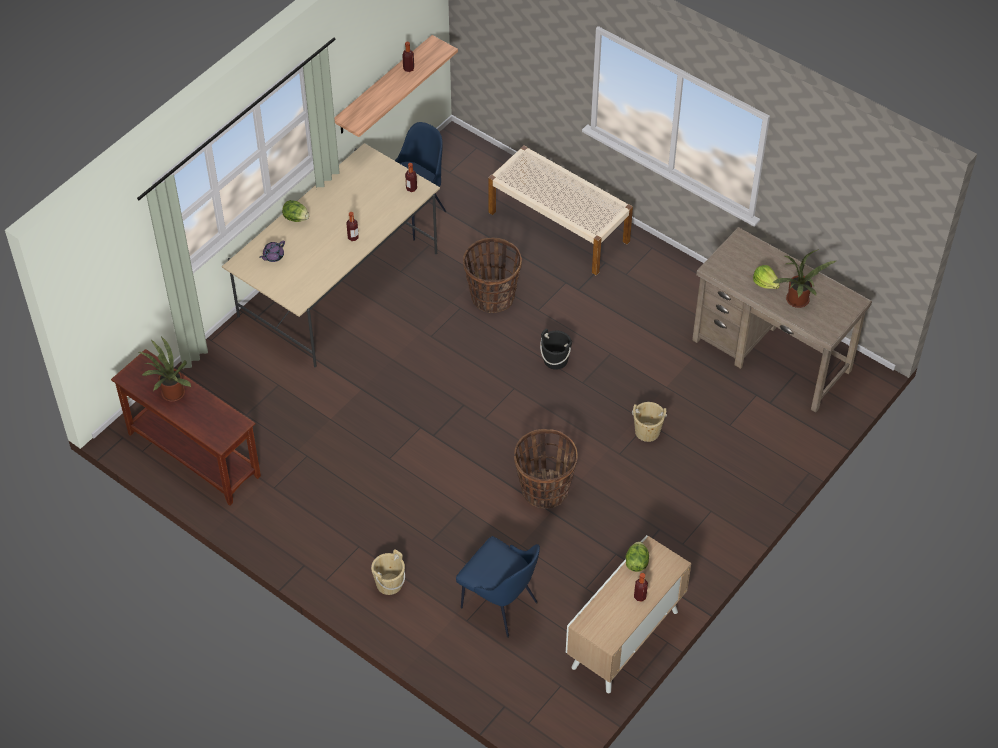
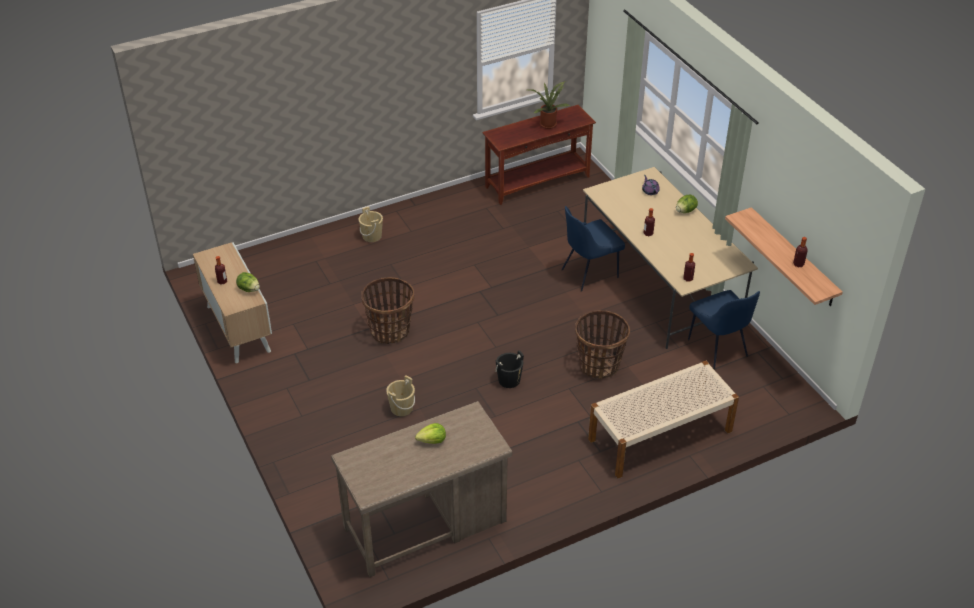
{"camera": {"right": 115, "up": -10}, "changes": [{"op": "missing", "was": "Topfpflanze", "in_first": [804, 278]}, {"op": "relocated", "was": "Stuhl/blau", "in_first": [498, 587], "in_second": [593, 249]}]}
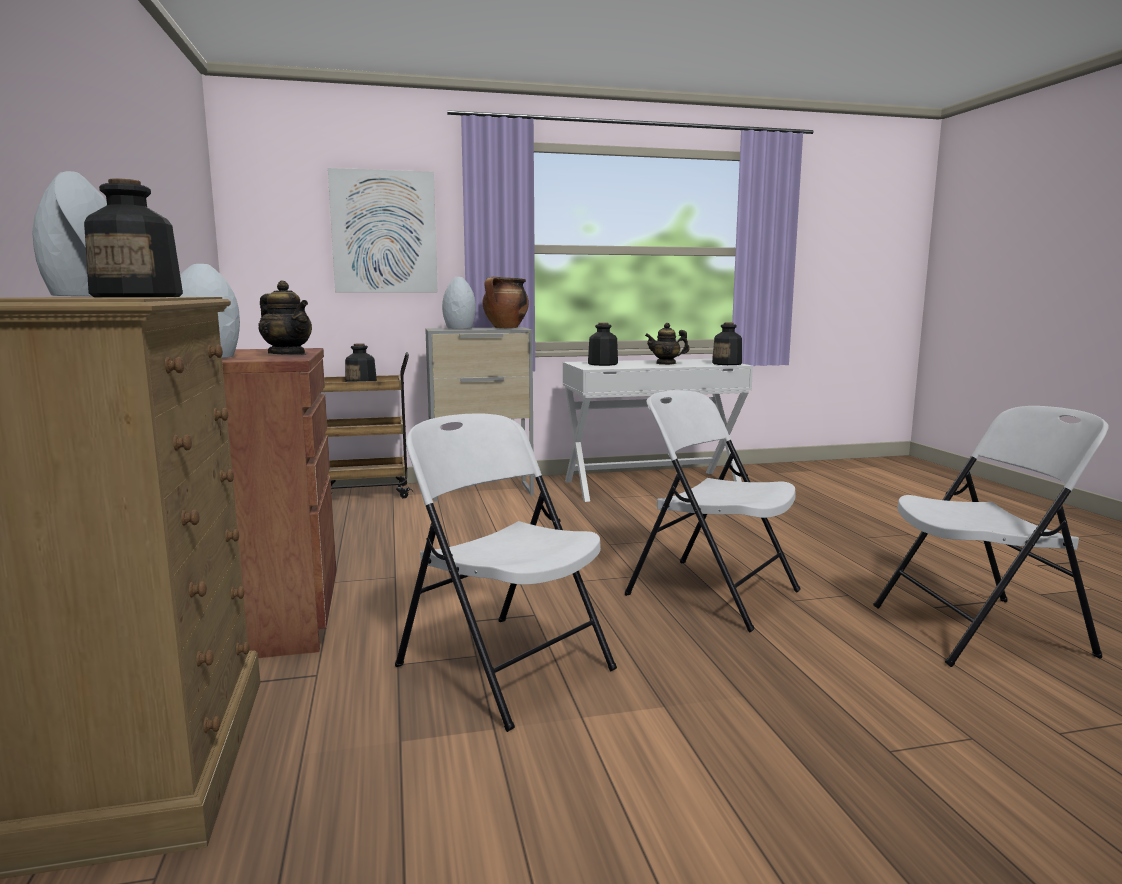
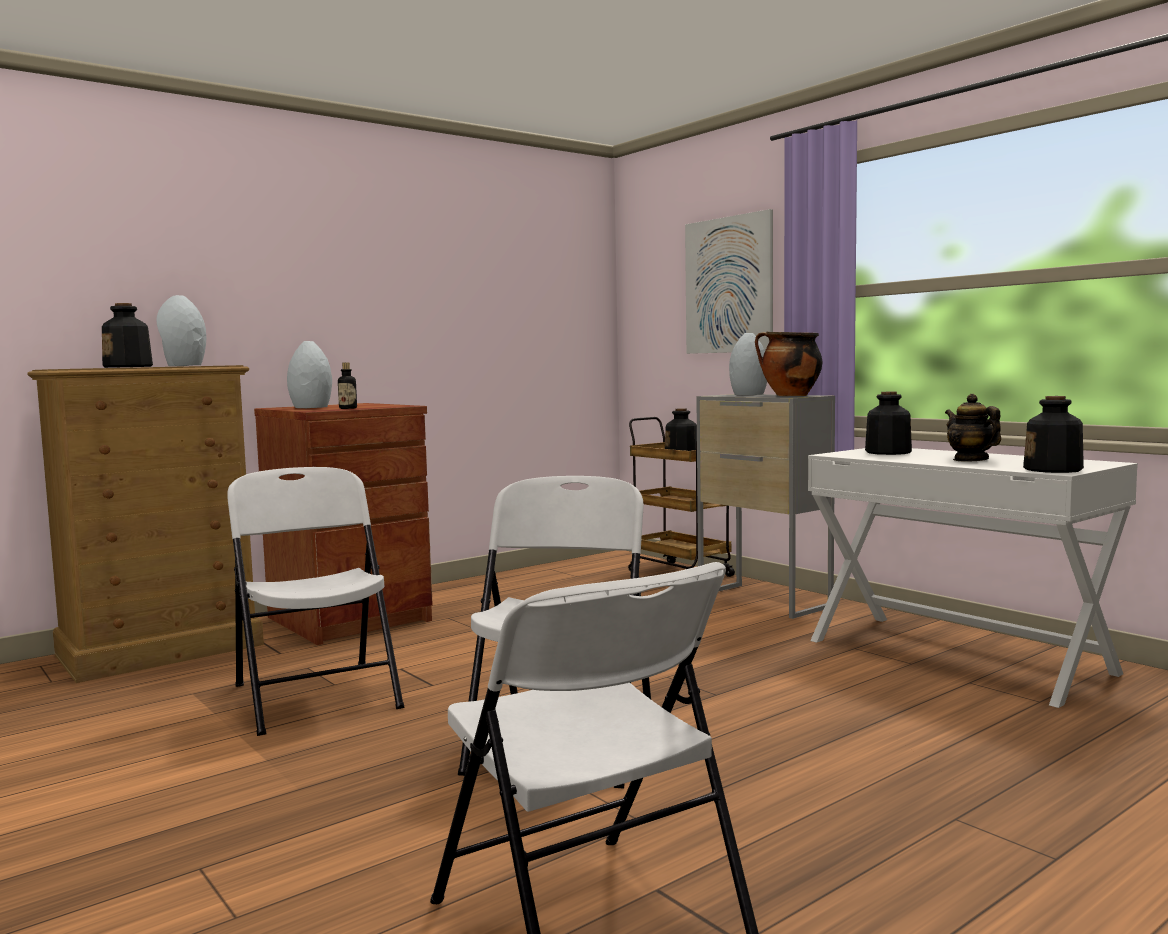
{"camera": {"right": 65, "up": -5}, "changes": [{"op": "exchanged", "was": "Teekanne", "now": "Flasche", "in_first": [285, 318], "in_second": [347, 385]}, {"op": "spun", "was": "Stuhl/weiß", "in_first": [506, 572], "in_second": [316, 601], "clockwise": -45}]}
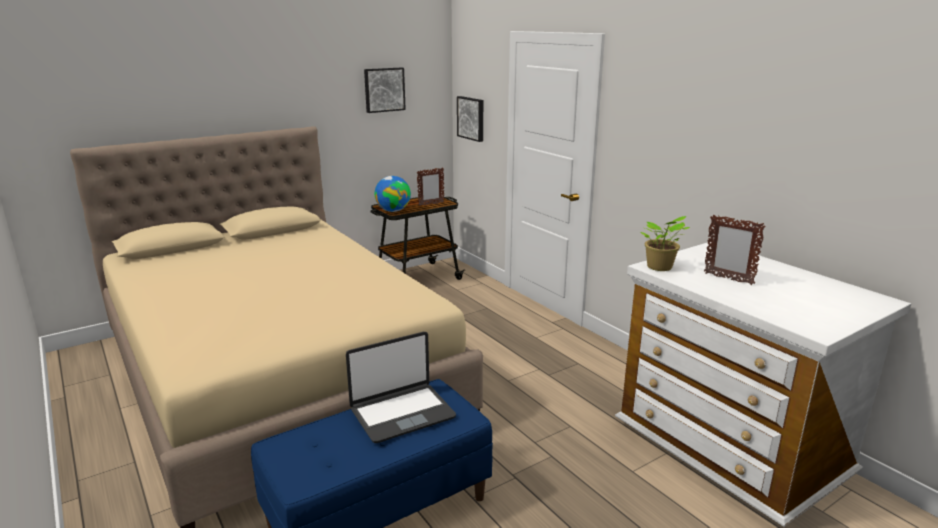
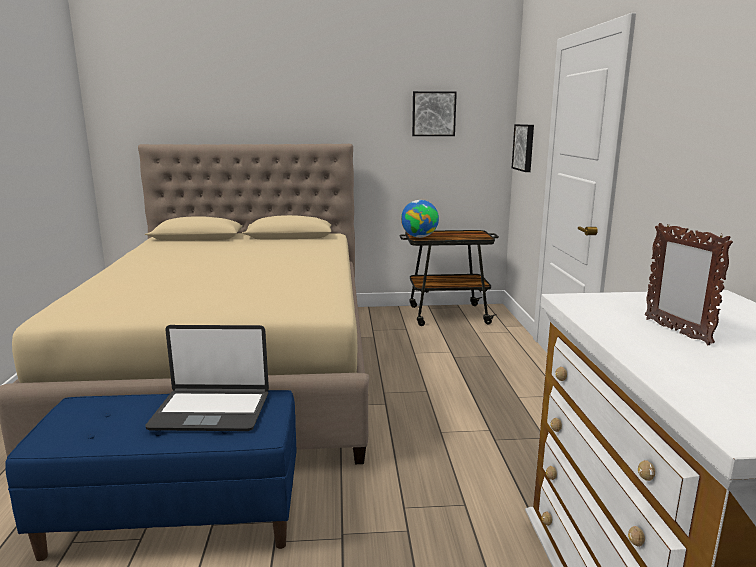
{"camera": {"right": 30, "up": -5}, "changes": [{"op": "missing", "was": "Bilderrahmen", "in_first": [430, 186]}, {"op": "missing", "was": "Topfpflanze", "in_first": [665, 243]}]}
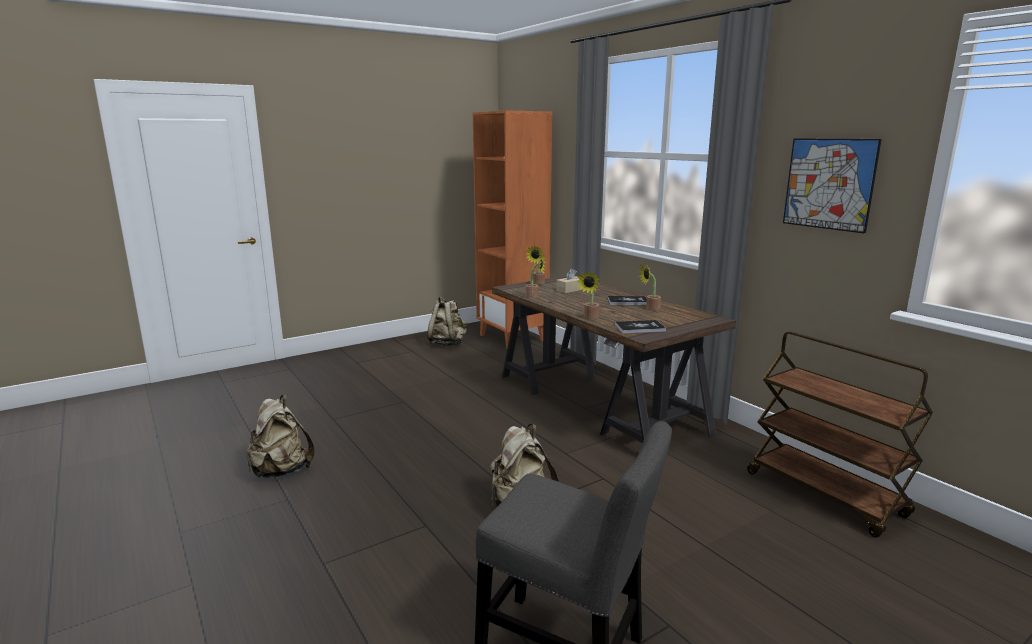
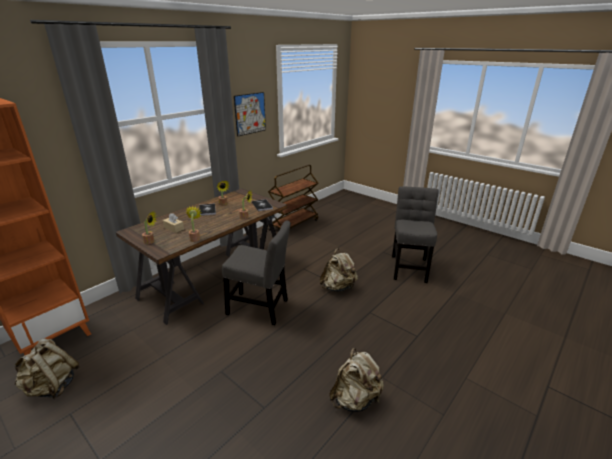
{"camera": {"right": -105, "up": 10}, "changes": [{"op": "appeared", "now": "Stuhl/grau", "in_second": [256, 272]}]}
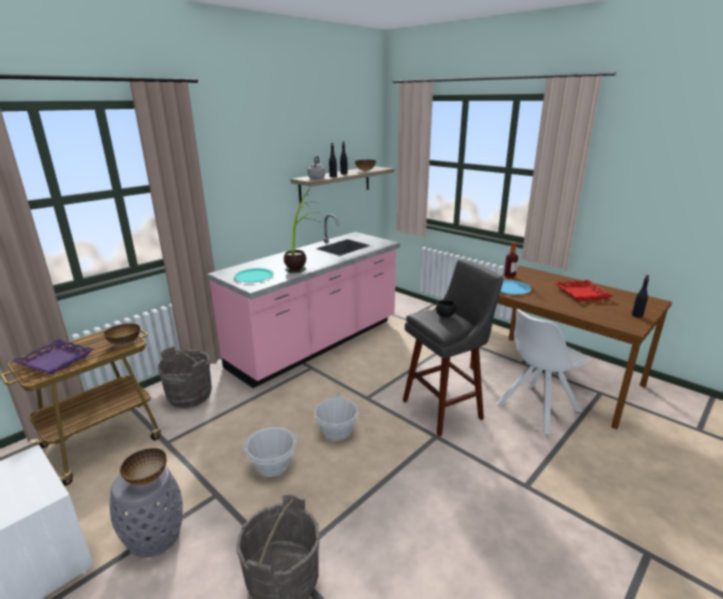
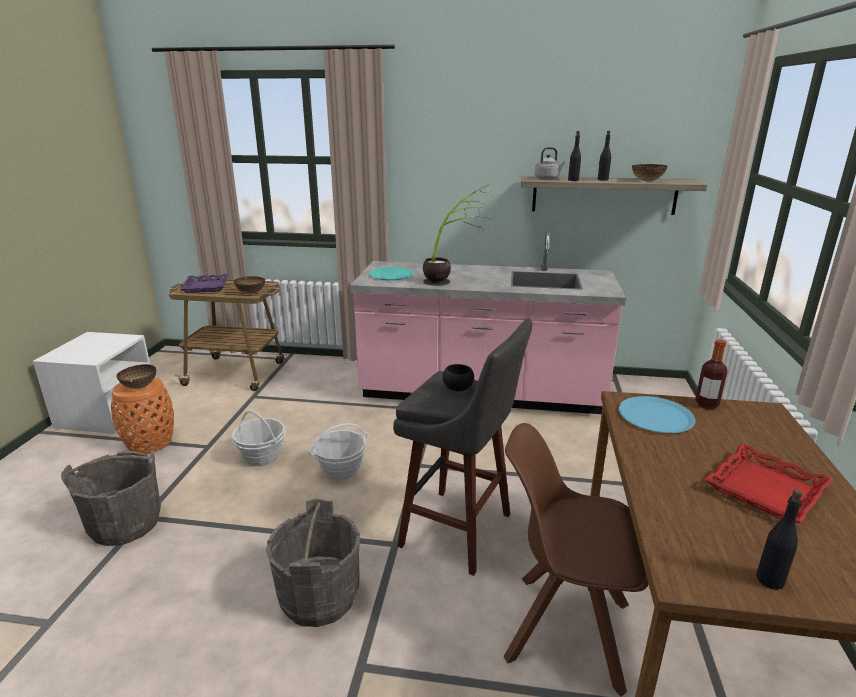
{"camera": {"right": 55, "up": 0}, "changes": [{"op": "colour", "was": "Stuhl/weiß", "now": "Stuhl/braun", "in_first": [543, 371], "in_second": [576, 560]}, {"op": "relocated", "was": "Eimer/grau", "in_first": [185, 377], "in_second": [313, 563]}, {"op": "colour", "was": "Hocker/grau", "now": "Hocker/orange", "in_first": [146, 512], "in_second": [142, 415]}]}
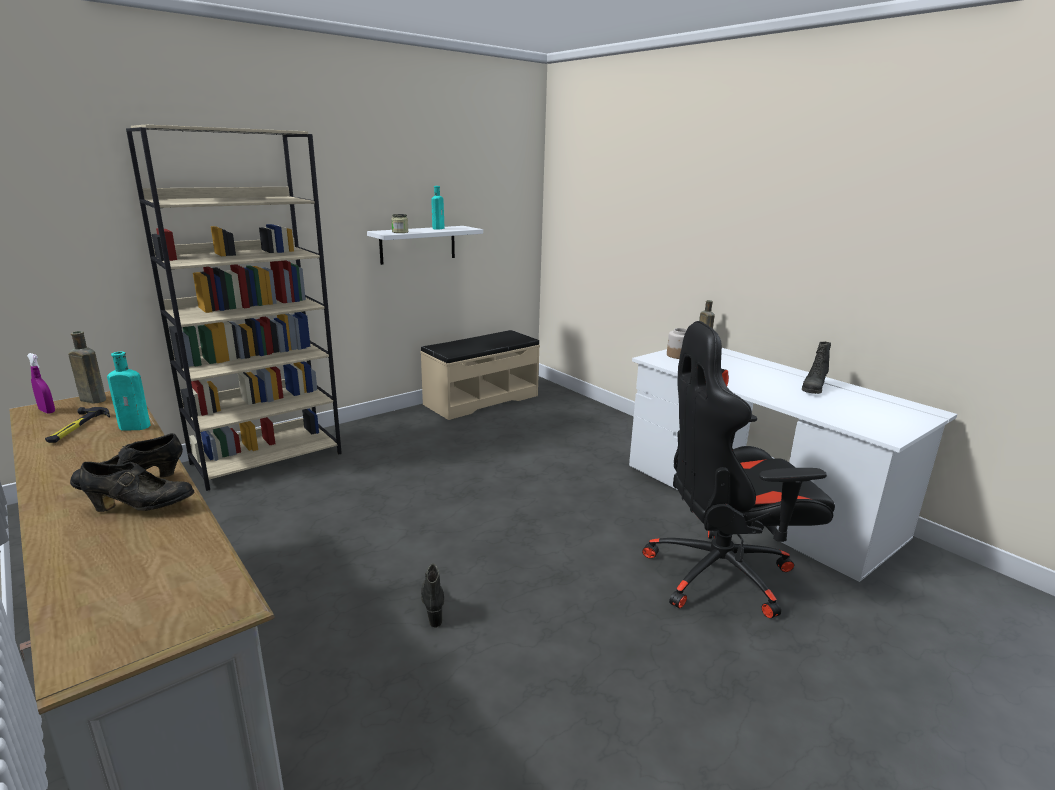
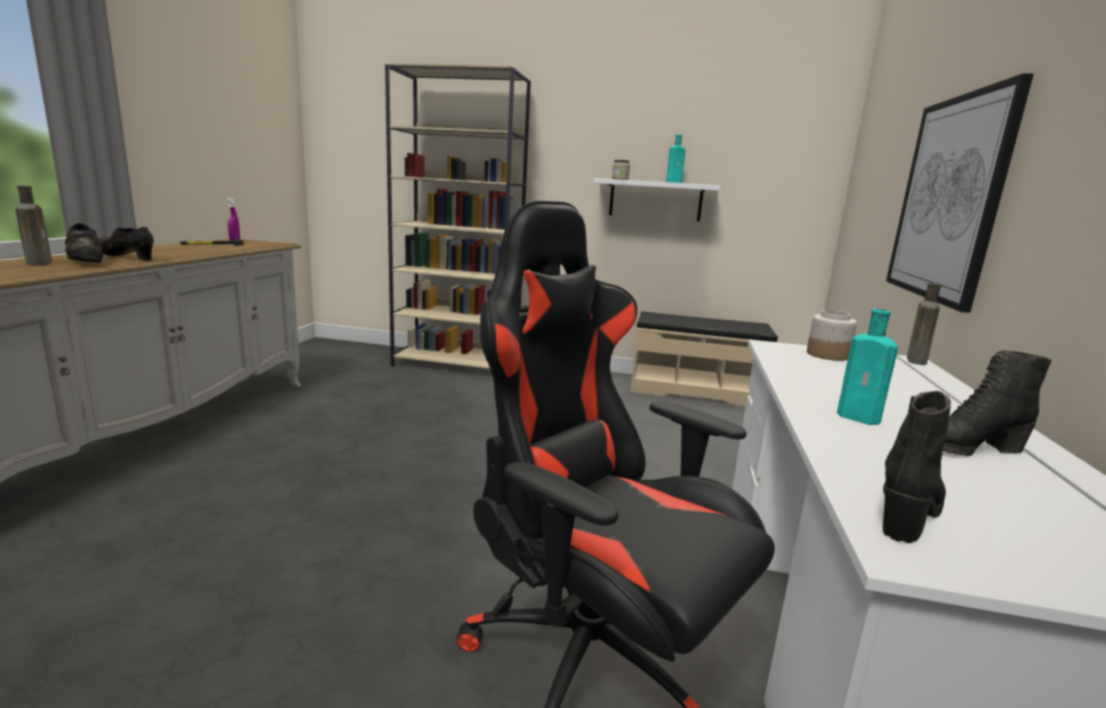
{"camera": {"right": 50, "up": -5}, "changes": [{"op": "relocated", "was": "Flasche/braun", "in_first": [87, 367], "in_second": [33, 225]}, {"op": "relocated", "was": "Flasche/türkis", "in_first": [129, 391], "in_second": [867, 367]}, {"op": "relocated", "was": "Stiefel/schwarz", "in_first": [432, 595], "in_second": [917, 467]}, {"op": "appeared", "now": "Bild", "in_second": [960, 193]}]}
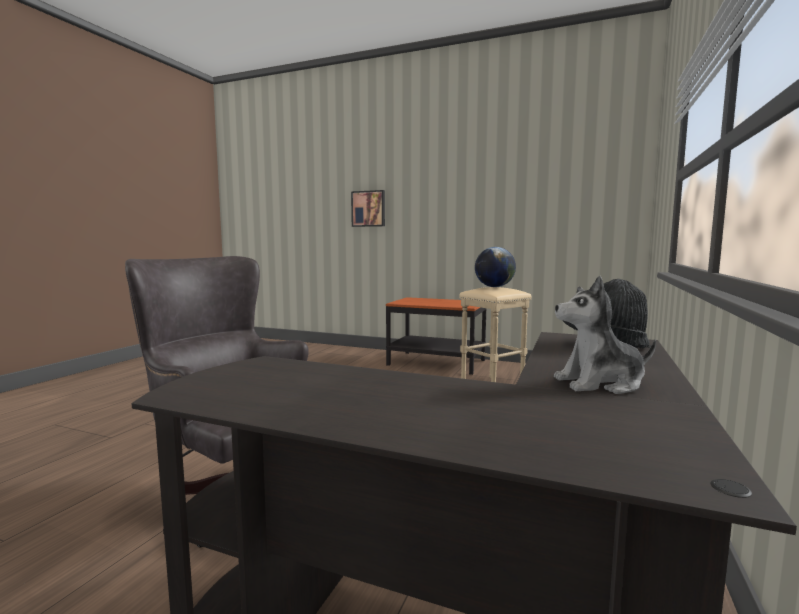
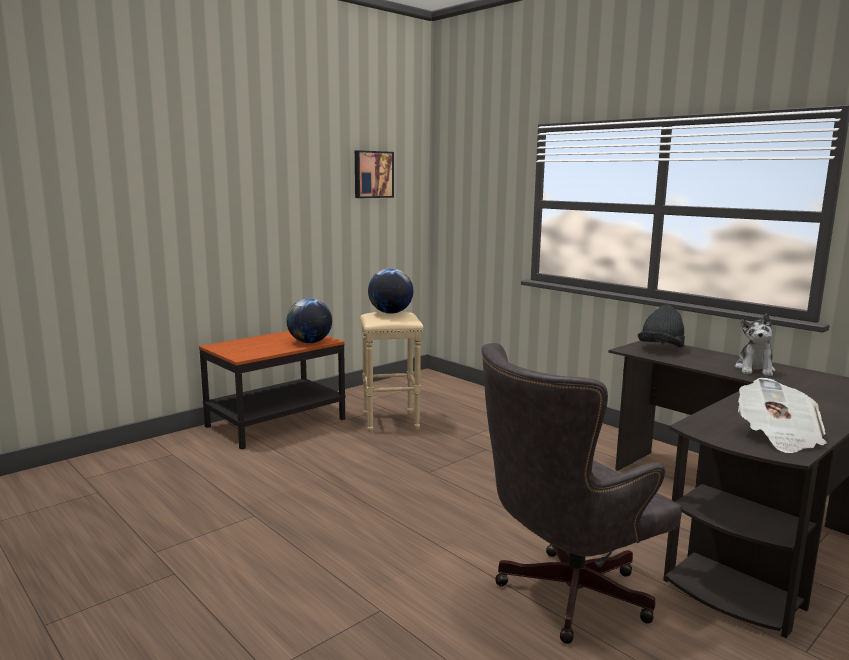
{"camera": {"right": -65, "up": 5}, "changes": [{"op": "relocated", "was": "Bild", "in_first": [368, 208], "in_second": [374, 174]}, {"op": "appeared", "now": "Globus", "in_second": [309, 320]}, {"op": "appeared", "now": "Zeitung", "in_second": [782, 415]}]}
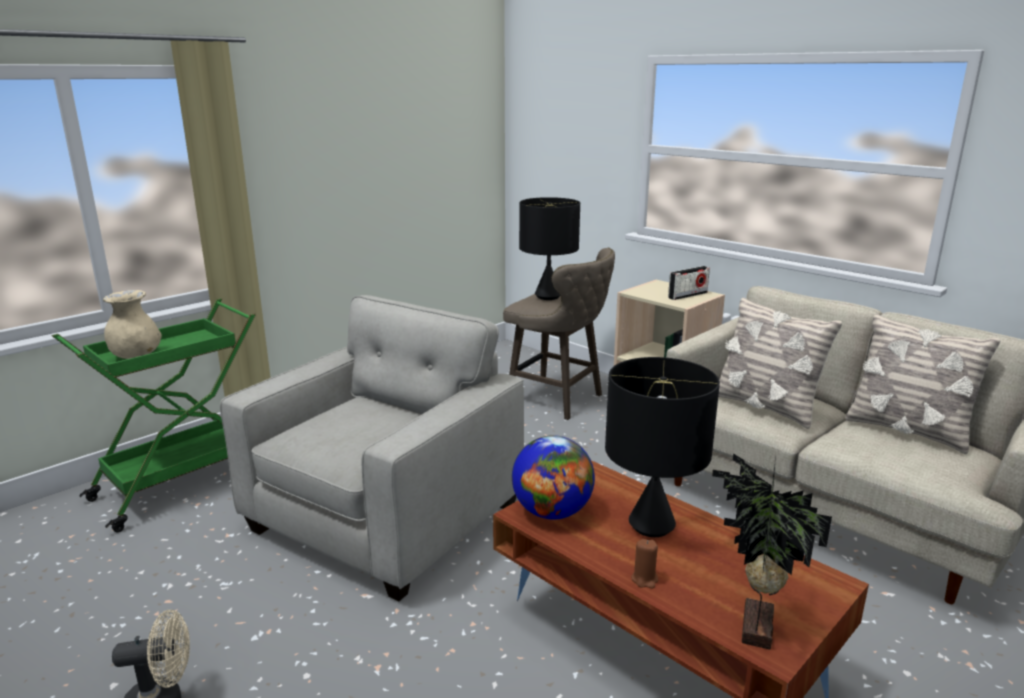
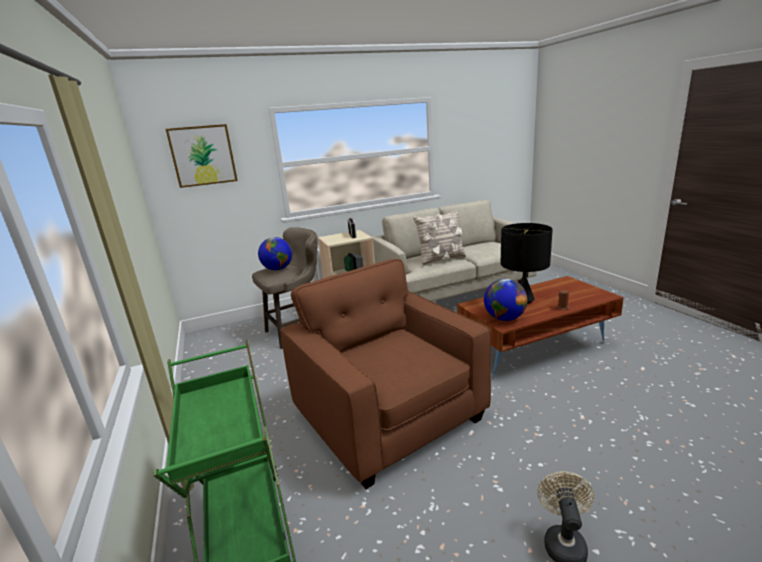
{"camera": {"right": -65, "up": 0}, "changes": [{"op": "exchanged", "was": "Tischlampe/schwarz", "now": "Globus", "in_first": [549, 248], "in_second": [275, 253]}, {"op": "missing", "was": "Vase/beige", "in_first": [132, 324]}, {"op": "colour", "was": "Sessel/grau", "now": "Sessel/braun", "in_first": [372, 448], "in_second": [385, 374]}, {"op": "missing", "was": "Kissen/beige", "in_first": [922, 384]}, {"op": "missing", "was": "Topfpflanze", "in_first": [772, 551]}, {"op": "appeared", "now": "Bild", "in_second": [202, 156]}]}
